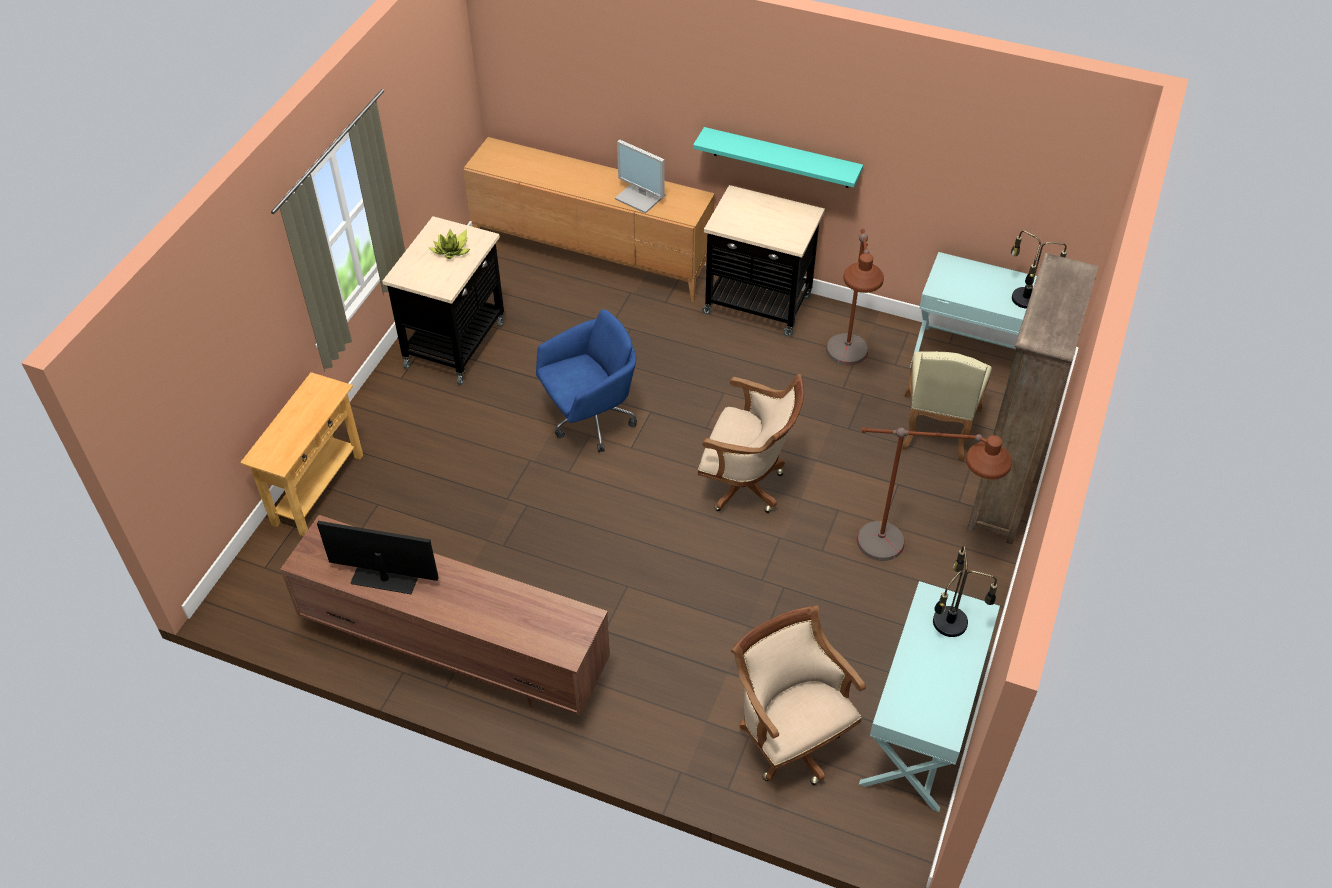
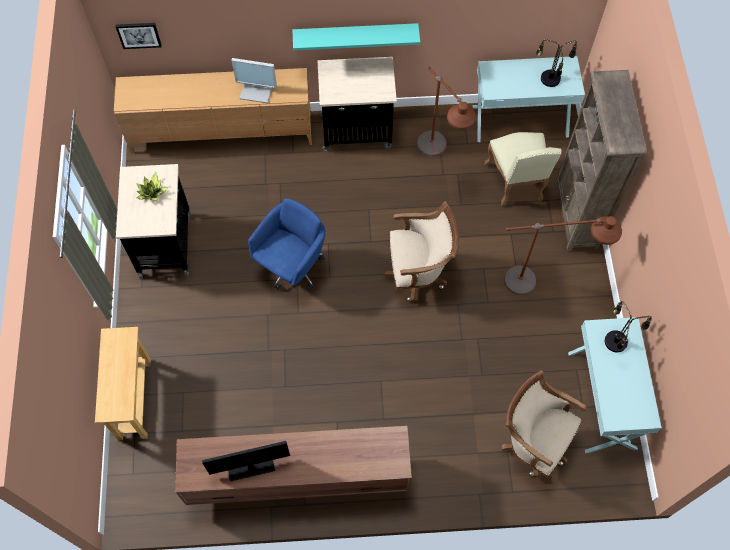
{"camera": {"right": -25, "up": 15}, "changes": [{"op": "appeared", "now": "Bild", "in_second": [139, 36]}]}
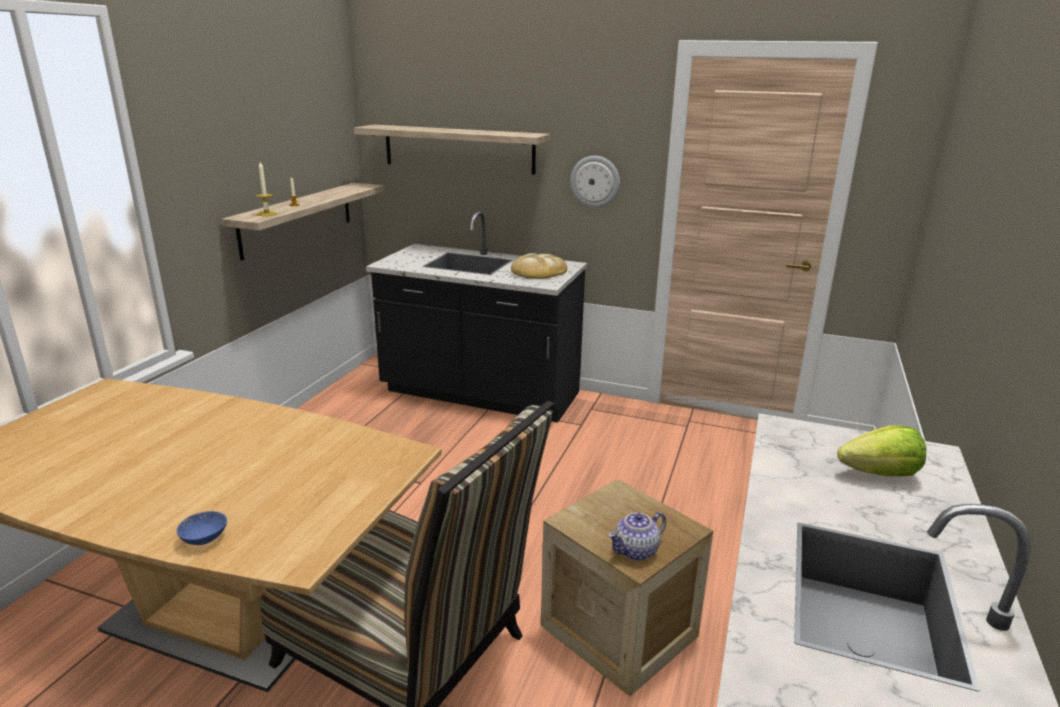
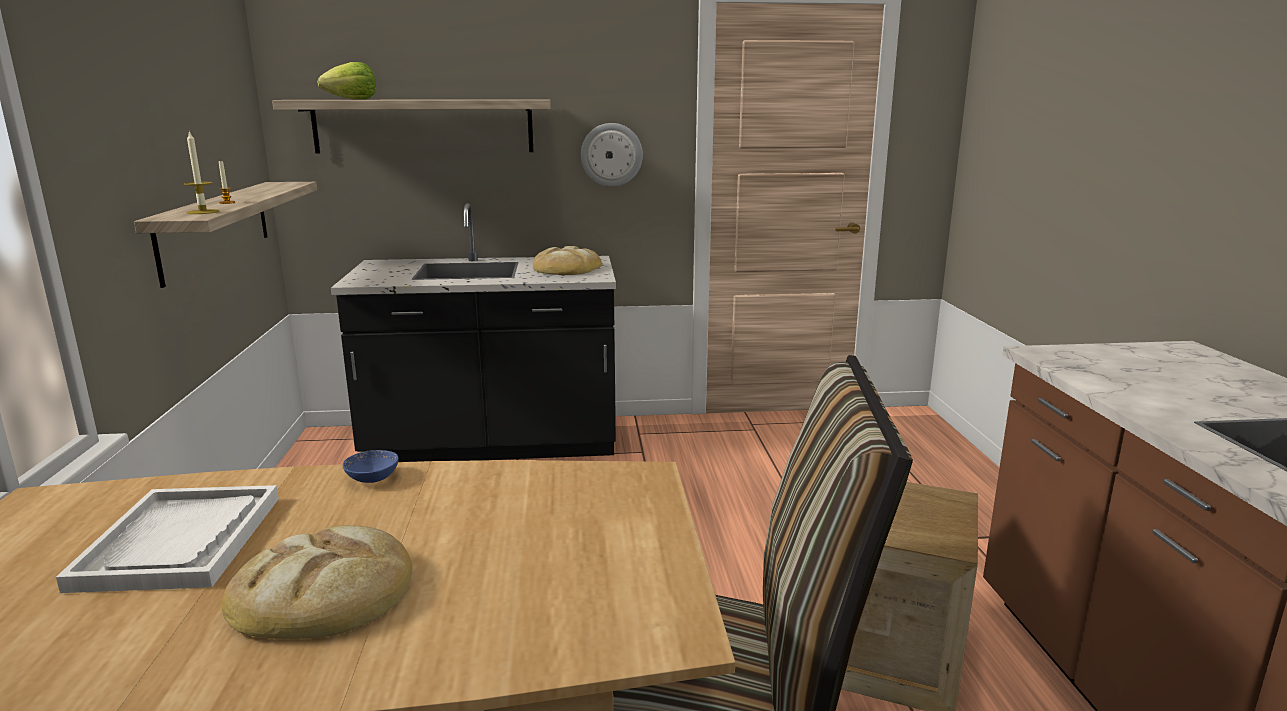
{"camera": {"right": -25, "up": -5}, "changes": [{"op": "relocated", "was": "Salatkopf", "in_first": [881, 450], "in_second": [346, 80]}, {"op": "relocated", "was": "Schüssel/blau", "in_first": [202, 528], "in_second": [371, 466]}, {"op": "missing", "was": "Teekanne", "in_first": [637, 536]}, {"op": "appeared", "now": "Tablett/weiß", "in_second": [167, 539]}, {"op": "appeared", "now": "Brot", "in_second": [317, 582]}]}
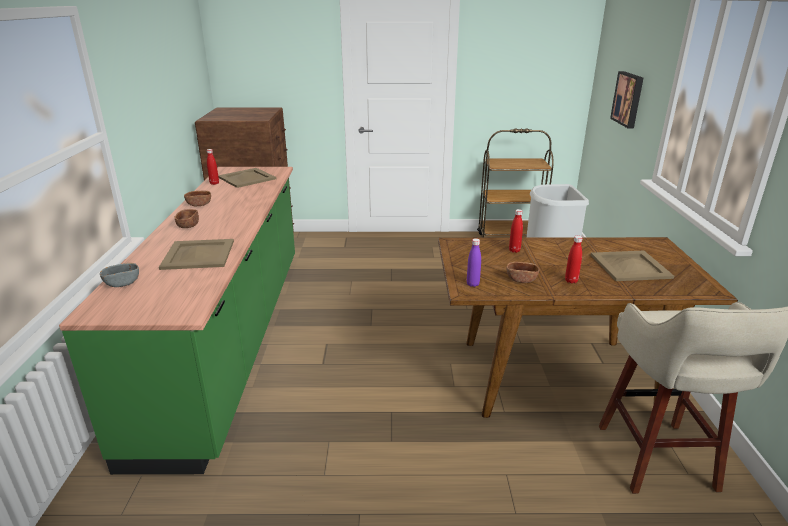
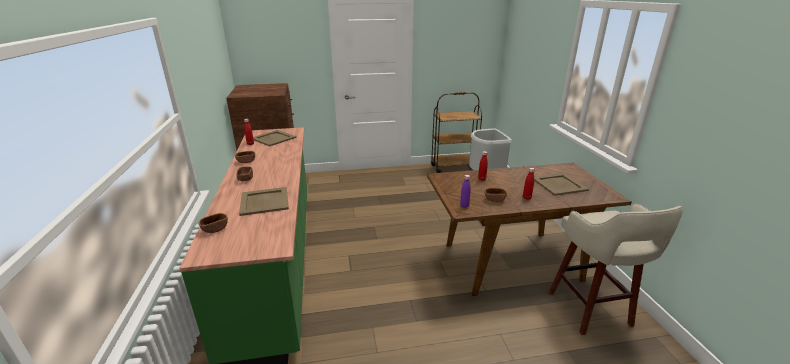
{"camera": {"right": -10, "up": 0}, "changes": [{"op": "missing", "was": "Bild", "in_first": [626, 99]}, {"op": "colour", "was": "Schüssel/grau", "now": "Schüssel/braun", "in_first": [119, 275], "in_second": [213, 223]}]}
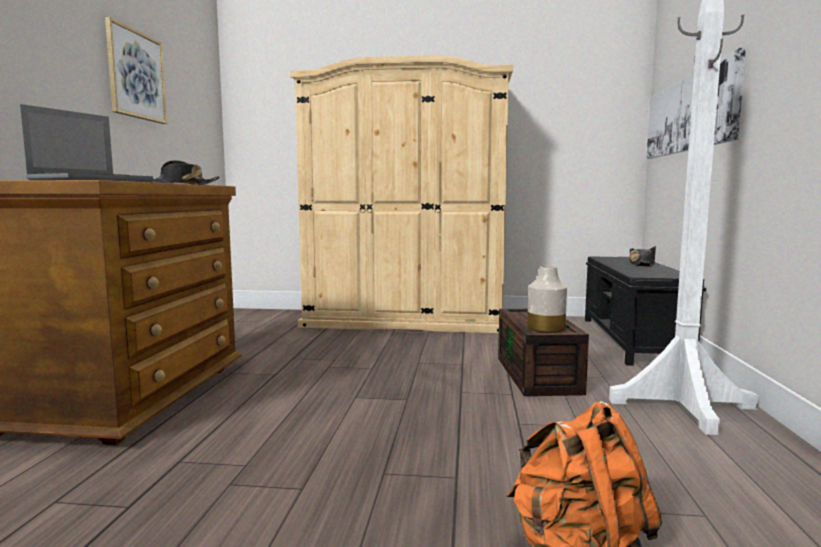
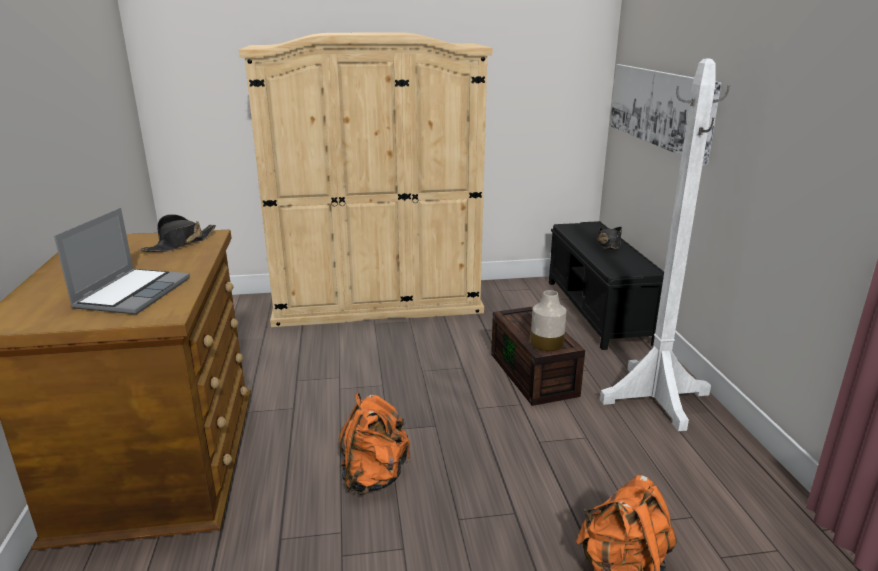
{"camera": {"right": -15, "up": 15}, "changes": [{"op": "missing", "was": "Bild", "in_first": [136, 70]}, {"op": "appeared", "now": "Rucksack/orange", "in_second": [375, 444]}]}
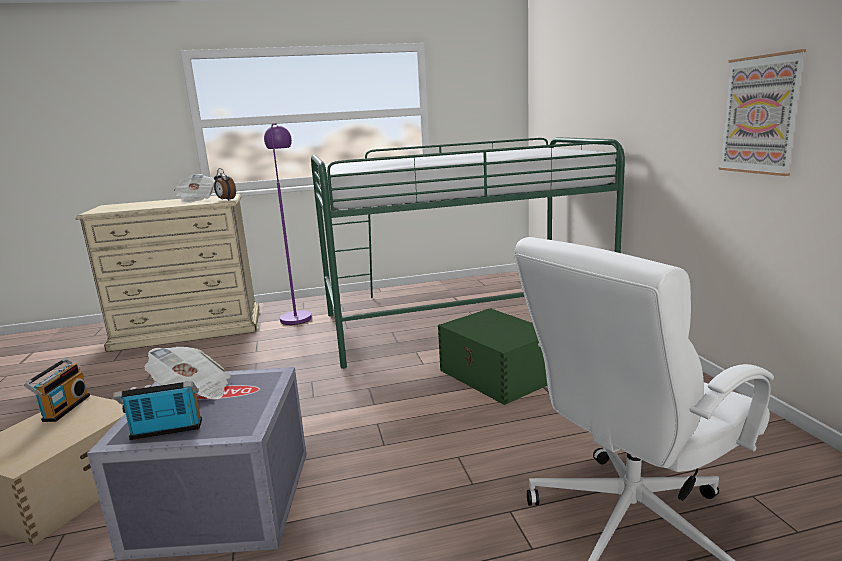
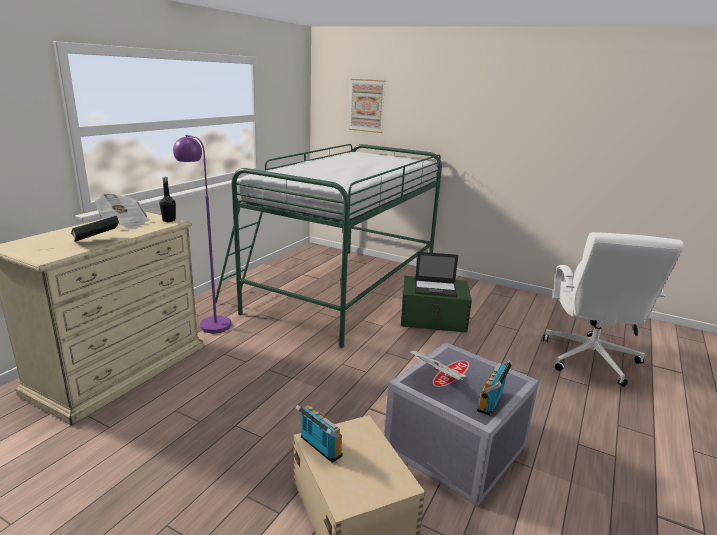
{"camera": {"right": -50, "up": 5}, "changes": [{"op": "relocated", "was": "Bild", "in_first": [762, 112], "in_second": [367, 106]}, {"op": "exchanged", "was": "Wecker", "now": "Flasche/schwarz", "in_first": [225, 184], "in_second": [167, 199]}, {"op": "appeared", "now": "Buch", "in_second": [95, 229]}, {"op": "appeared", "now": "Laptop", "in_second": [436, 274]}]}
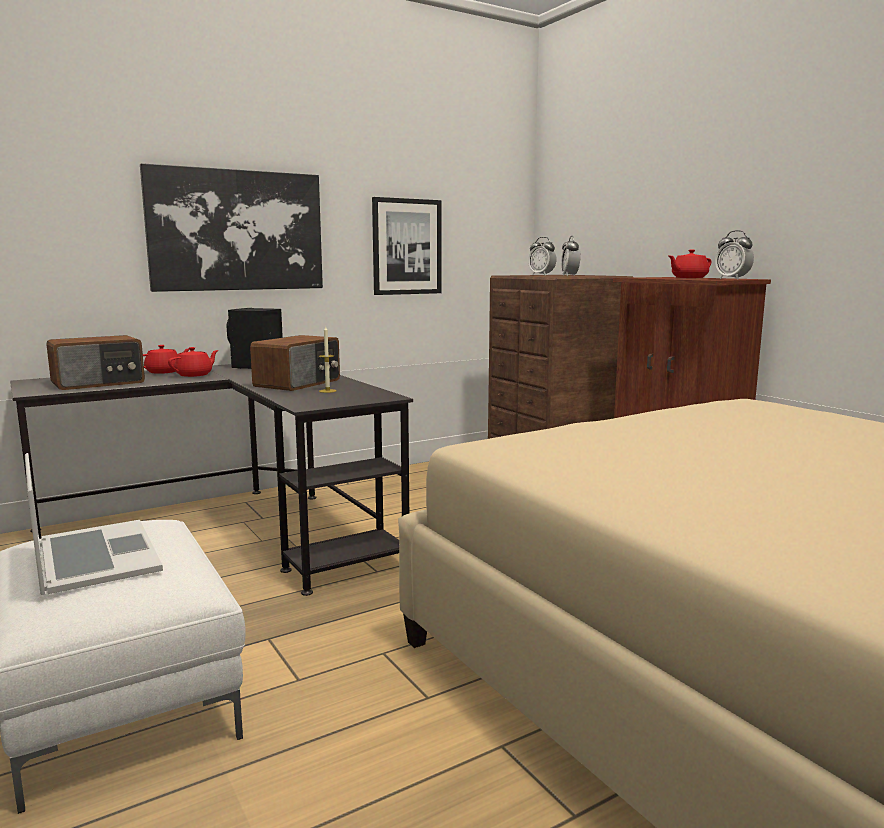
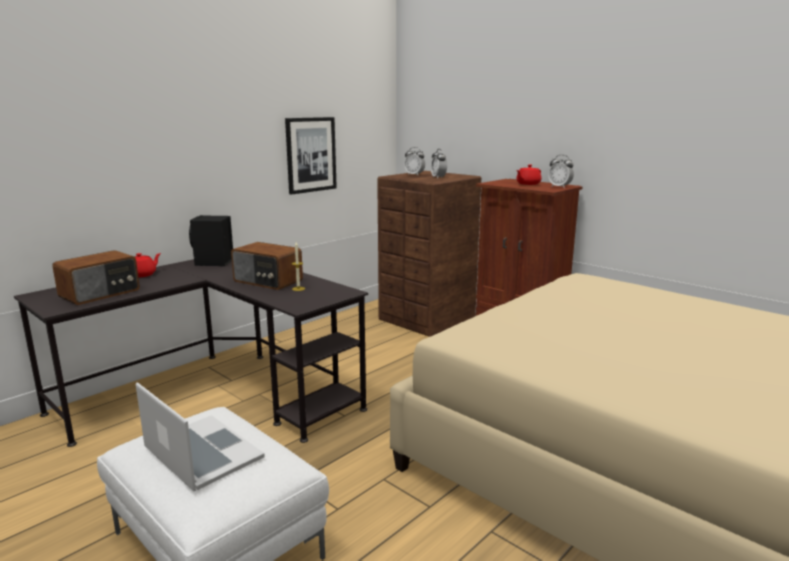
{"camera": {"right": -15, "up": 5}, "changes": [{"op": "missing", "was": "Bild", "in_first": [231, 227]}, {"op": "spun", "was": "Radio", "in_first": [295, 363], "in_second": [267, 266], "clockwise": 105}, {"op": "missing", "was": "Teekanne/rot", "in_first": [193, 362]}]}
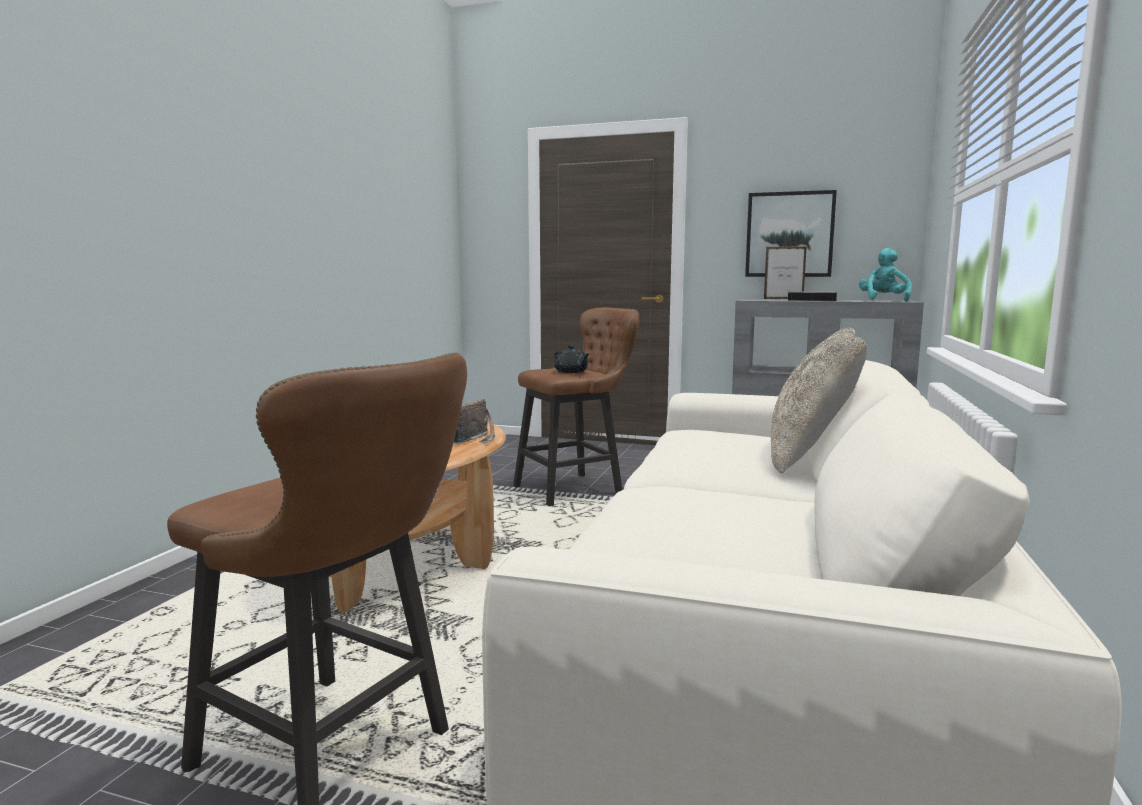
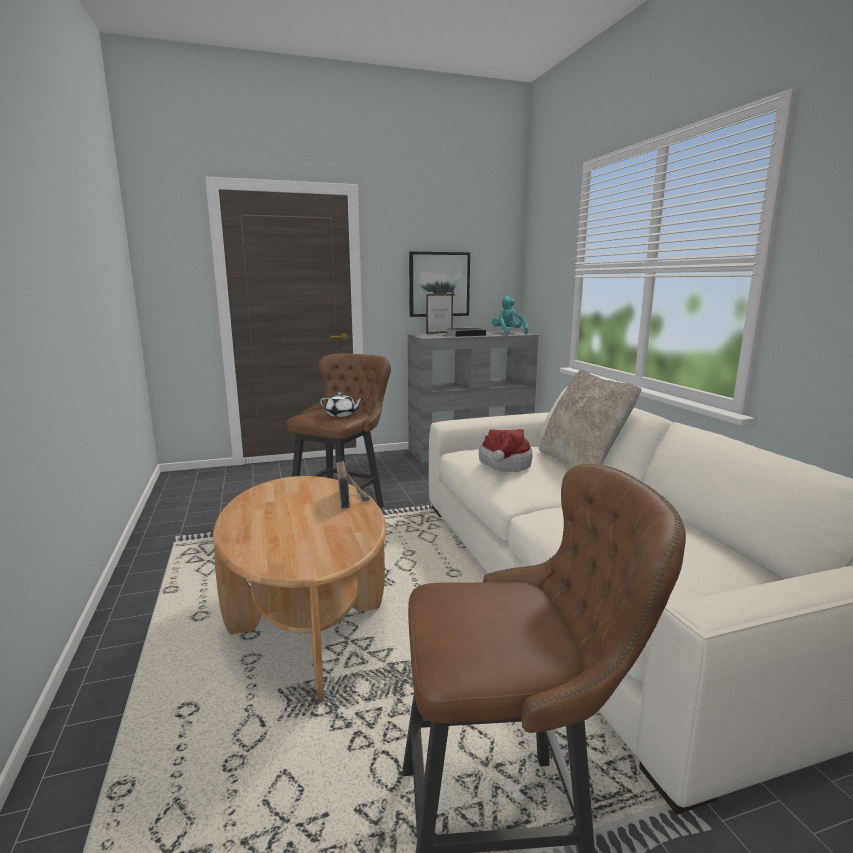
{"camera": {"right": -35, "up": 5}, "changes": [{"op": "colour", "was": "Teekanne/schwarz", "now": "Teekanne/weiß", "in_first": [572, 359], "in_second": [342, 404]}, {"op": "appeared", "now": "Hut", "in_second": [505, 450]}]}
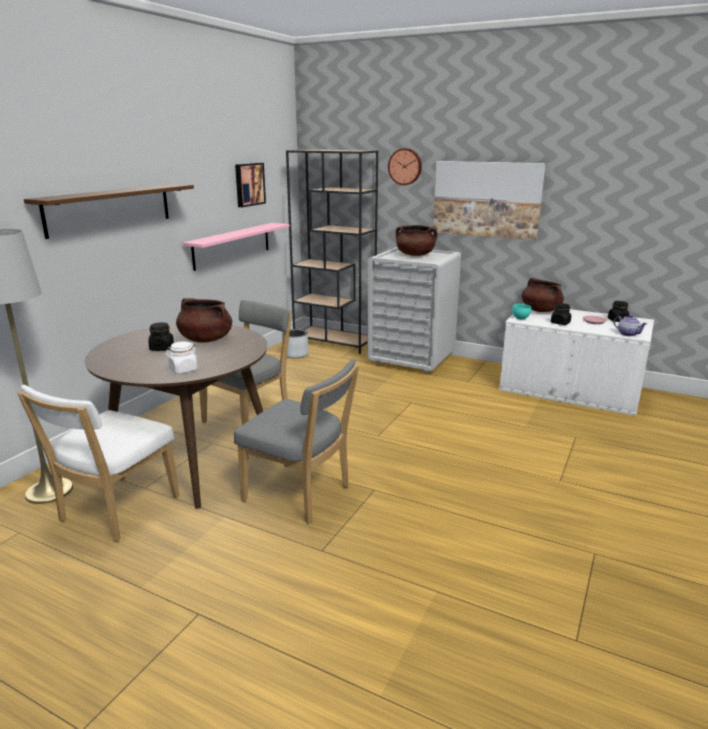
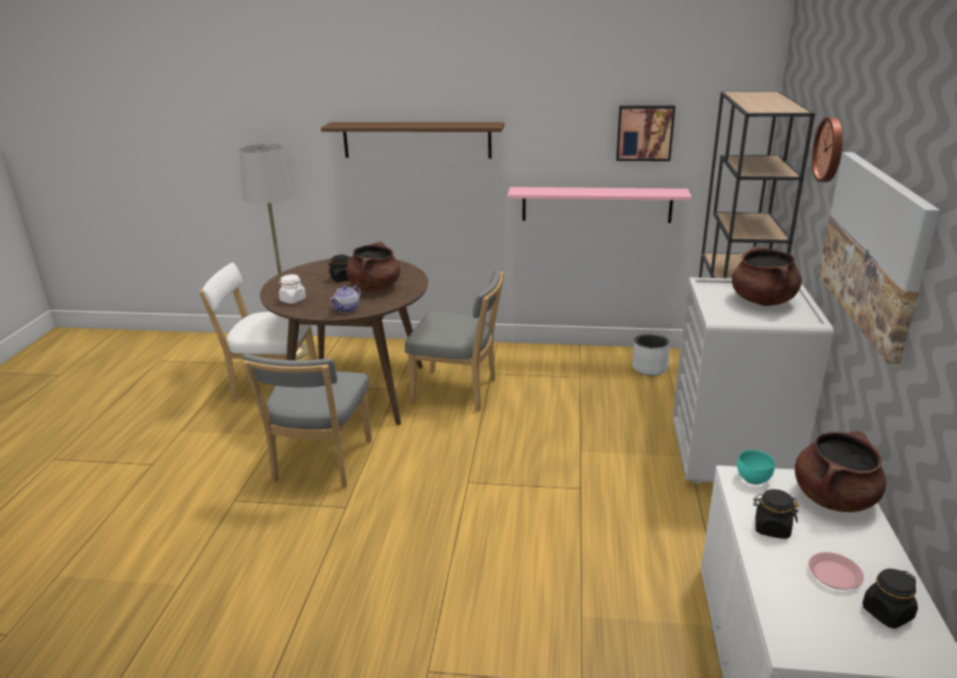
{"camera": {"right": 70, "up": 5}, "changes": [{"op": "relocated", "was": "Teekanne", "in_first": [630, 325], "in_second": [345, 299]}]}
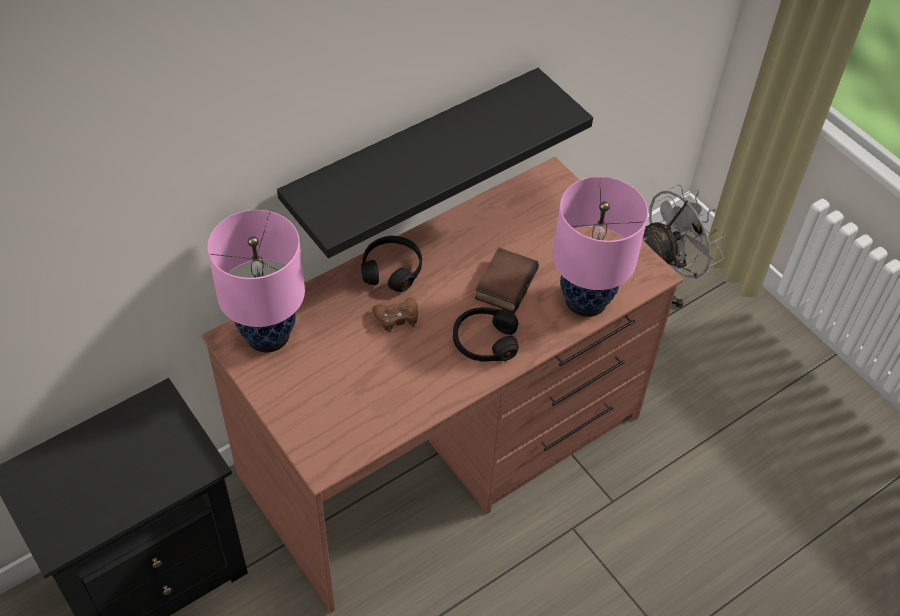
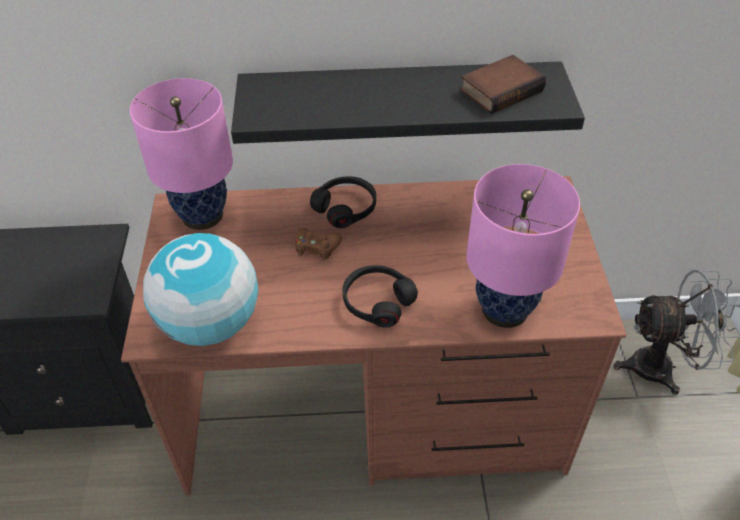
{"camera": {"right": 35, "up": -5}, "changes": [{"op": "relocated", "was": "Buch", "in_first": [507, 280], "in_second": [503, 84]}, {"op": "appeared", "now": "Globus", "in_second": [200, 289]}]}
